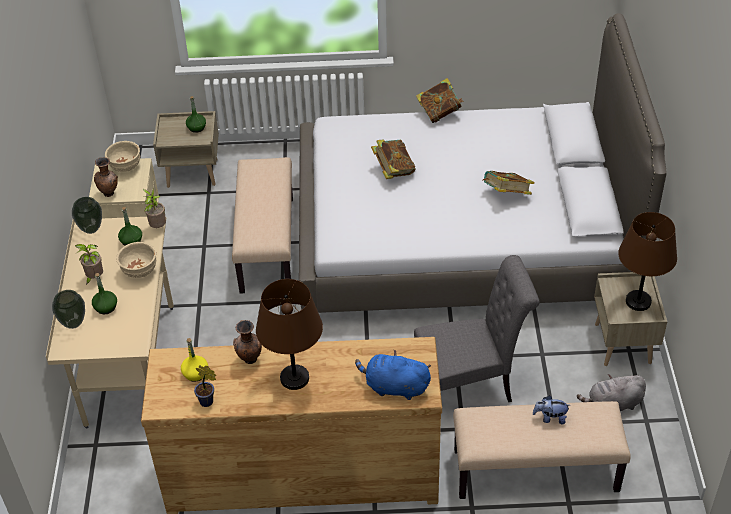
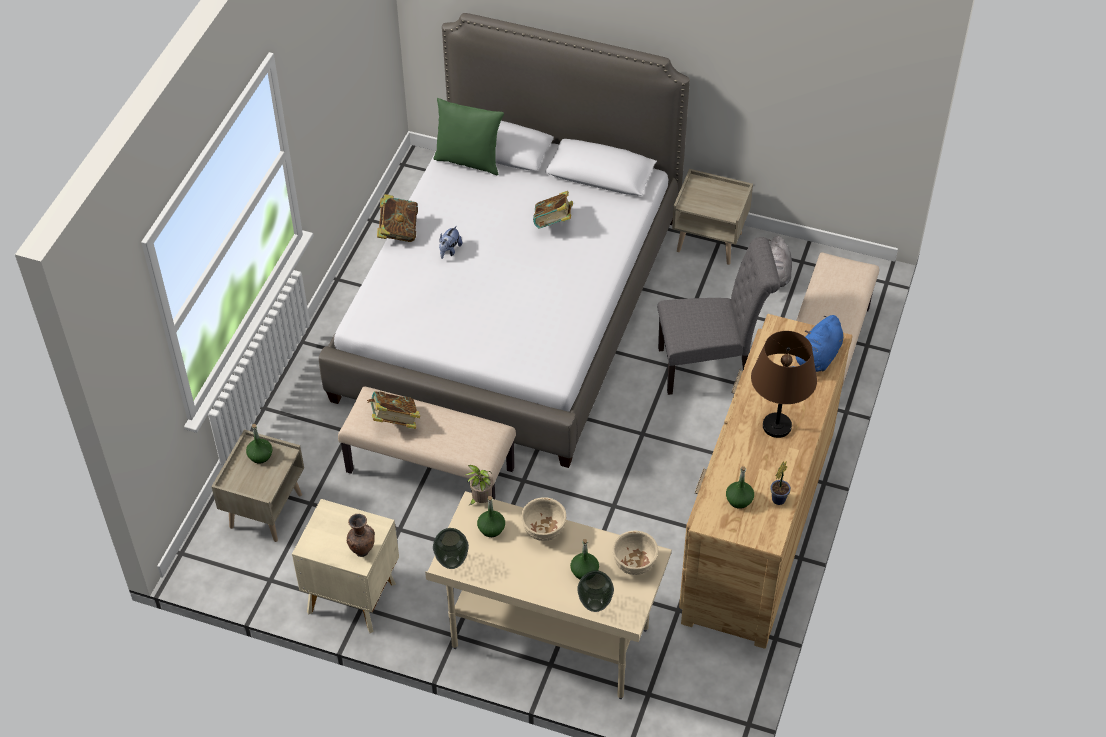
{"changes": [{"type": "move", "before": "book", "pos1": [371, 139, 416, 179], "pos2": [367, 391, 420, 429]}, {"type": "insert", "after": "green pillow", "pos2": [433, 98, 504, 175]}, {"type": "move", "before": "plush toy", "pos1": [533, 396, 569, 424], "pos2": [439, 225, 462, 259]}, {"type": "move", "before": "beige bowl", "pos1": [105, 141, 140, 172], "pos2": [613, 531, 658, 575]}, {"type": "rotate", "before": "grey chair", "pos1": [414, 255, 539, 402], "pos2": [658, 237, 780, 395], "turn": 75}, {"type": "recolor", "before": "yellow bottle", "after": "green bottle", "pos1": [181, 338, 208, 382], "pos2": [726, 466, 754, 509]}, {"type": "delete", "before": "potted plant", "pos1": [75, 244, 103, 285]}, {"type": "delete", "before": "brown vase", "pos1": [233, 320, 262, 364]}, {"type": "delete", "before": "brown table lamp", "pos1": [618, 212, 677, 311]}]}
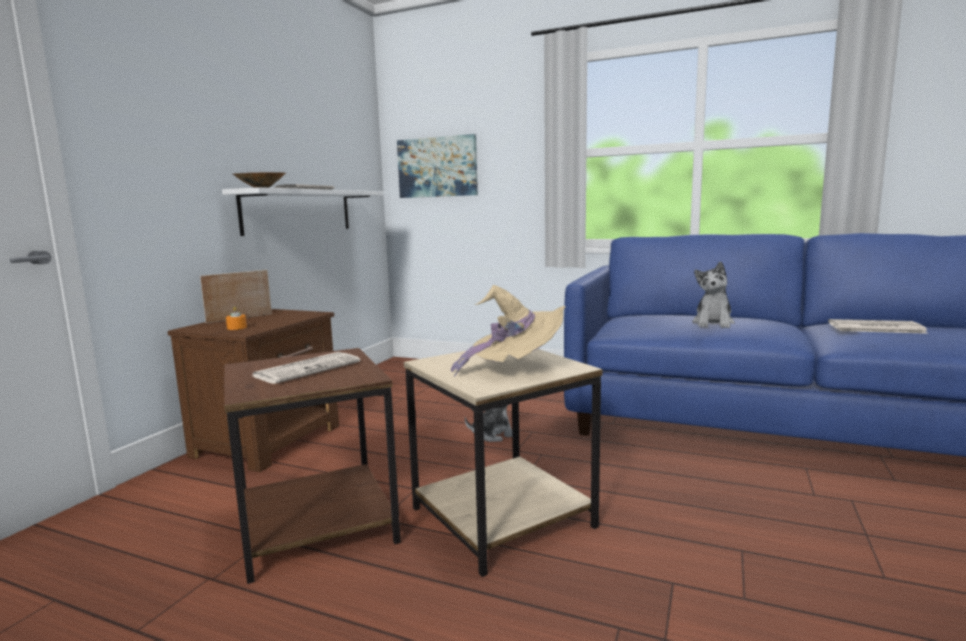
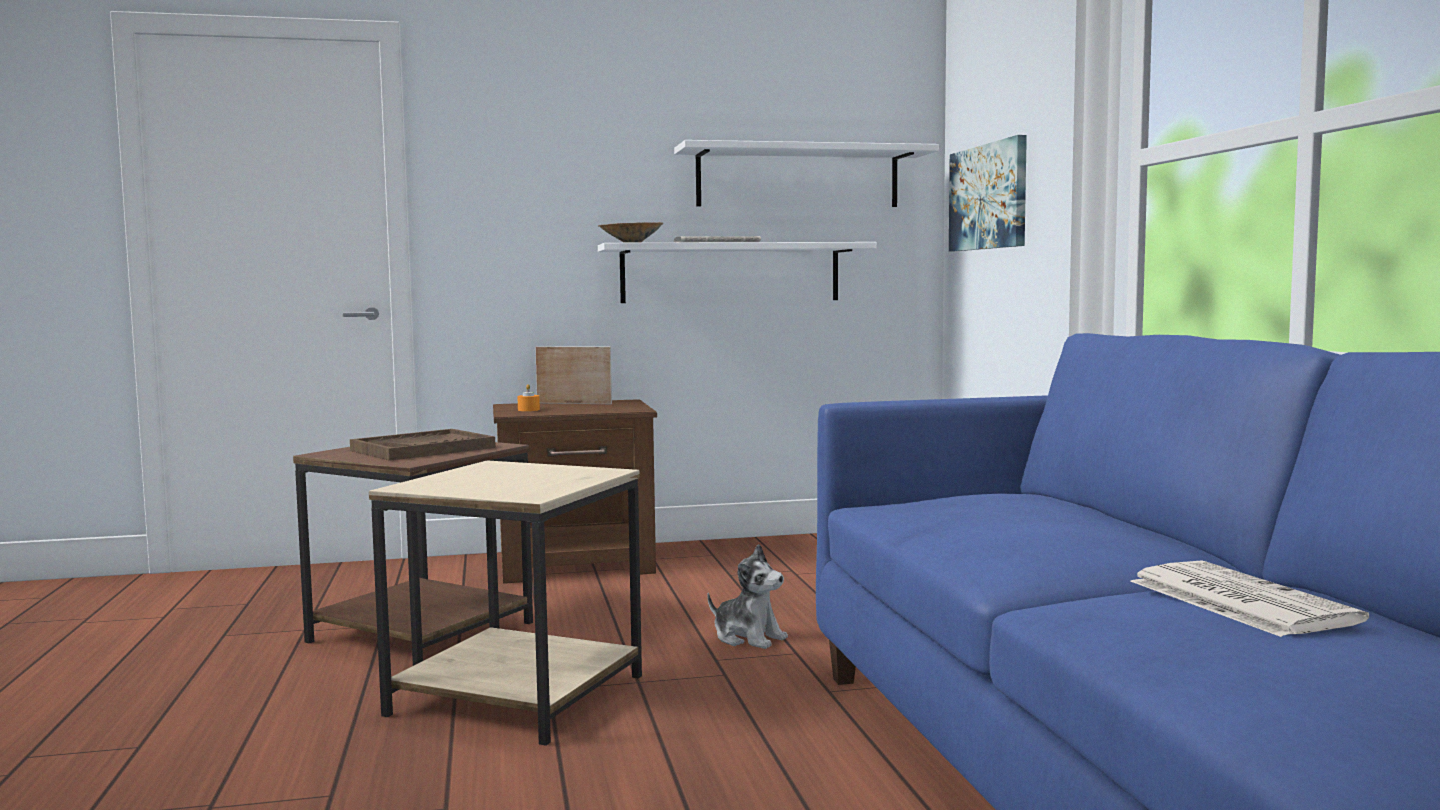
{"changes": [{"type": "replace", "before": "newspaper", "after": "brown tray", "pos1": [252, 352, 360, 384], "pos2": [350, 429, 496, 461]}, {"type": "insert", "after": "white shelf", "pos2": [674, 140, 939, 207]}, {"type": "delete", "before": "beige hat", "pos1": [451, 285, 566, 377]}, {"type": "delete", "before": "plush toy", "pos1": [692, 262, 735, 328]}]}
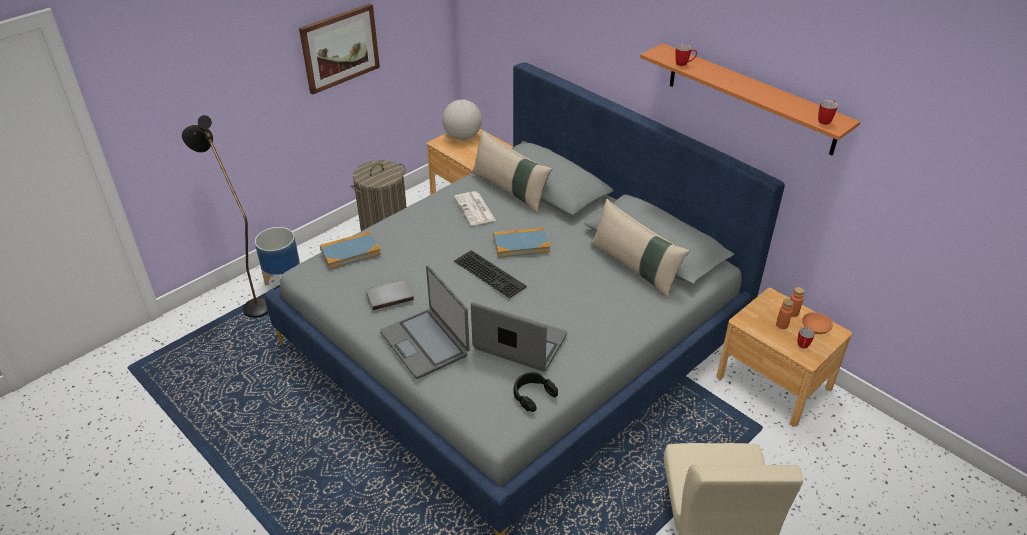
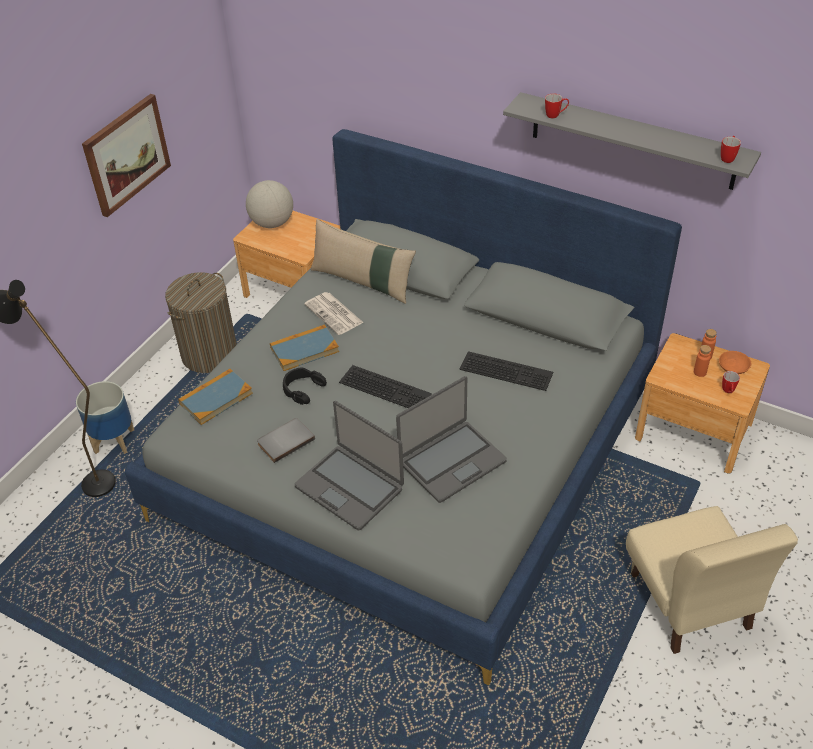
{"changes": [{"type": "move", "before": "book", "pos1": [493, 227, 550, 257], "pos2": [270, 324, 339, 371]}, {"type": "move", "before": "black headphones", "pos1": [513, 372, 558, 412], "pos2": [283, 367, 327, 405]}, {"type": "rotate", "before": "laptop", "pos1": [471, 302, 567, 372], "pos2": [396, 376, 507, 503], "turn": 135}, {"type": "insert", "after": "keyboard", "pos2": [459, 351, 553, 391]}, {"type": "recolor", "before": "orange shelf", "after": "grey shelf", "pos1": [640, 43, 860, 155], "pos2": [503, 92, 761, 190]}, {"type": "delete", "before": "beige pillow", "pos1": [591, 199, 690, 298]}]}
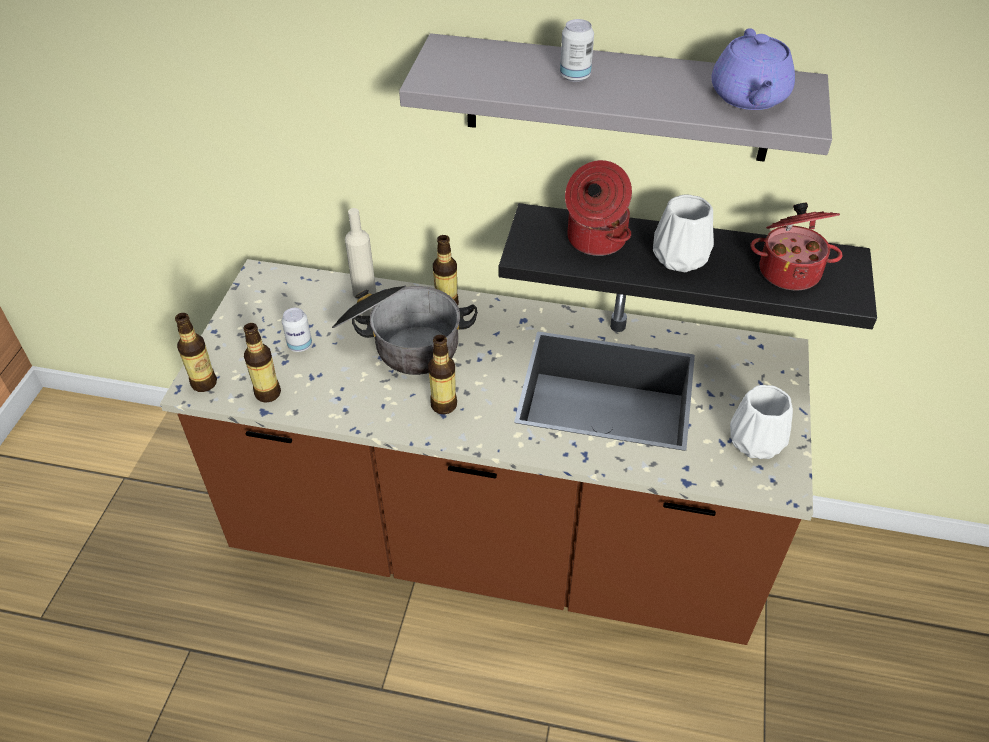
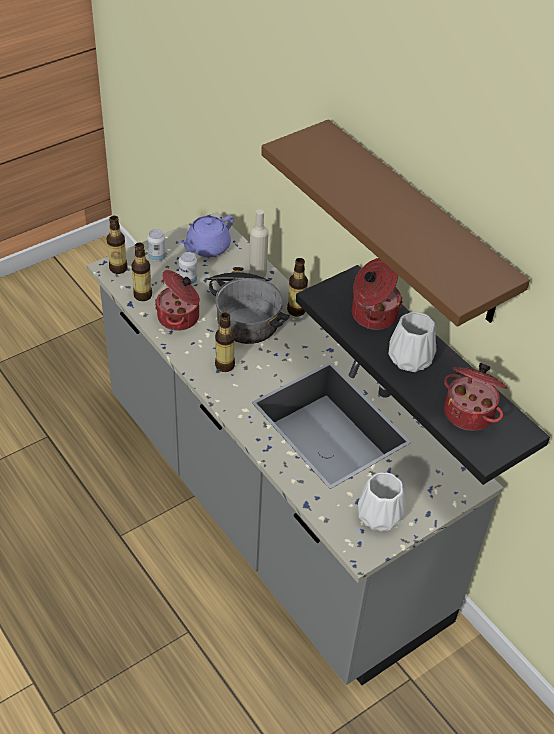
{"changes": [{"type": "recolor", "before": "brown counter", "after": "grey counter", "pos1": [160, 259, 813, 645], "pos2": [87, 212, 503, 685]}, {"type": "move", "before": "can", "pos1": [560, 19, 594, 82], "pos2": [147, 229, 166, 262]}, {"type": "insert", "after": "cooking pot", "pos2": [155, 270, 200, 331]}, {"type": "move", "before": "purple teapot", "pos1": [711, 28, 795, 110], "pos2": [179, 215, 234, 257]}, {"type": "recolor", "before": "grey shelf", "after": "brown shelf", "pos1": [399, 33, 832, 162], "pos2": [261, 119, 530, 327]}]}
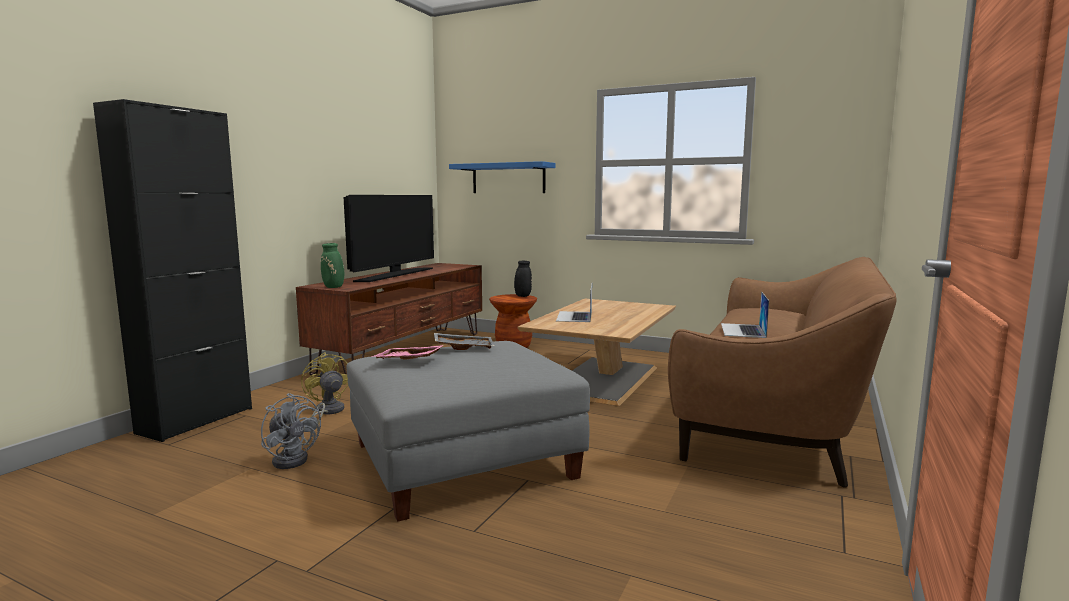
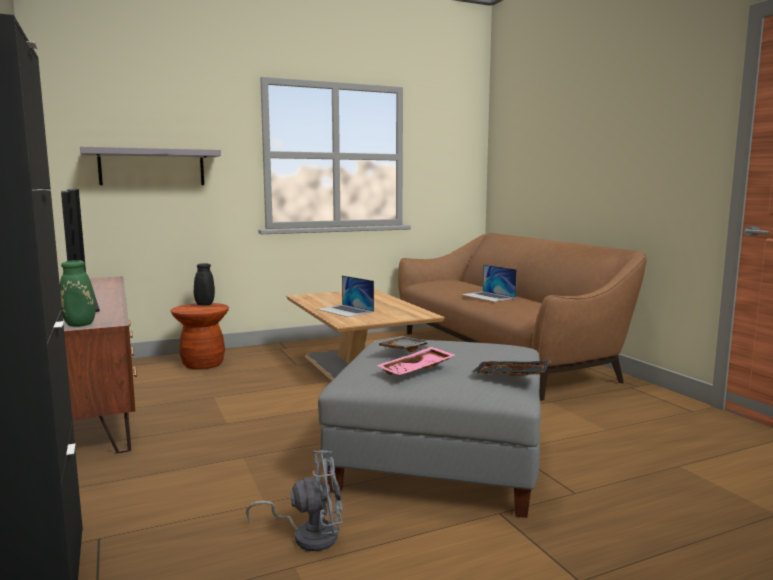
{"changes": [{"type": "recolor", "before": "blue shelf", "after": "grey shelf", "pos1": [449, 161, 555, 193], "pos2": [80, 147, 221, 185]}, {"type": "insert", "after": "black tray", "pos2": [473, 361, 551, 376]}, {"type": "delete", "before": "yellow fan", "pos1": [301, 352, 348, 428]}]}
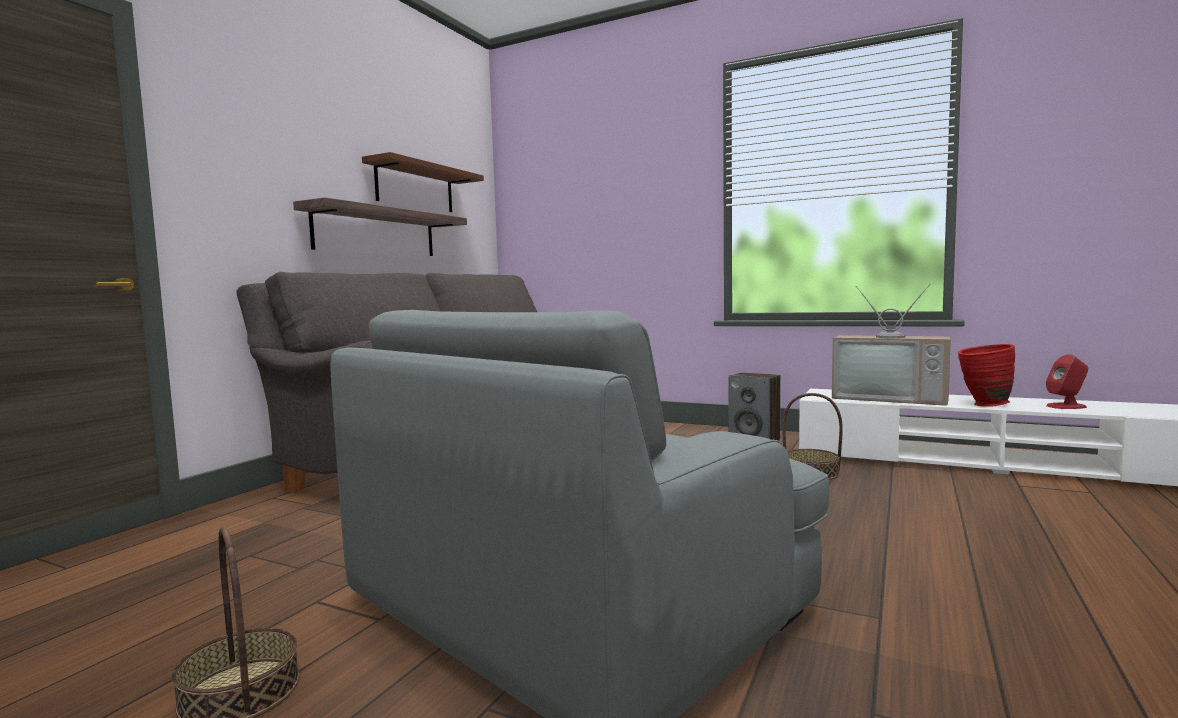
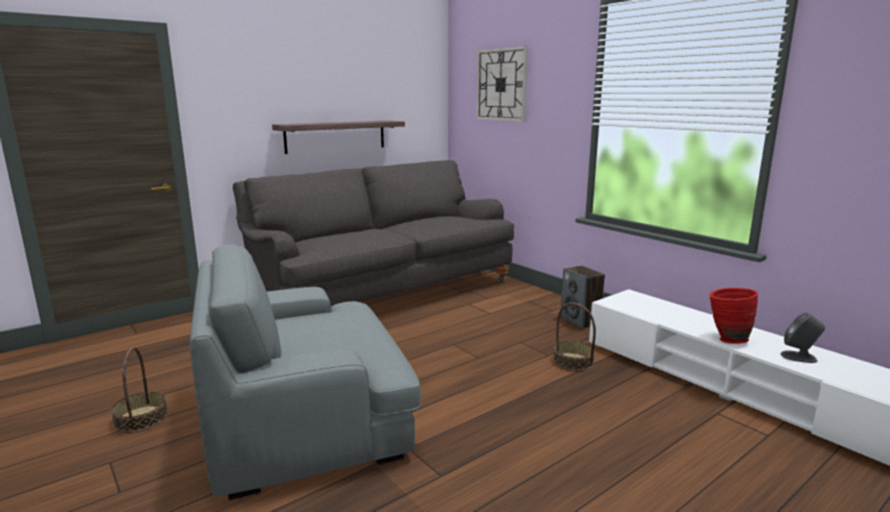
{"changes": [{"type": "insert", "after": "wall clock", "pos2": [476, 46, 528, 121]}, {"type": "recolor", "before": "red speaker", "after": "grey speaker", "pos1": [1046, 354, 1088, 409], "pos2": [781, 313, 825, 363]}, {"type": "delete", "before": "brown shelf", "pos1": [362, 152, 484, 212]}, {"type": "delete", "before": "television", "pos1": [832, 284, 951, 406]}]}
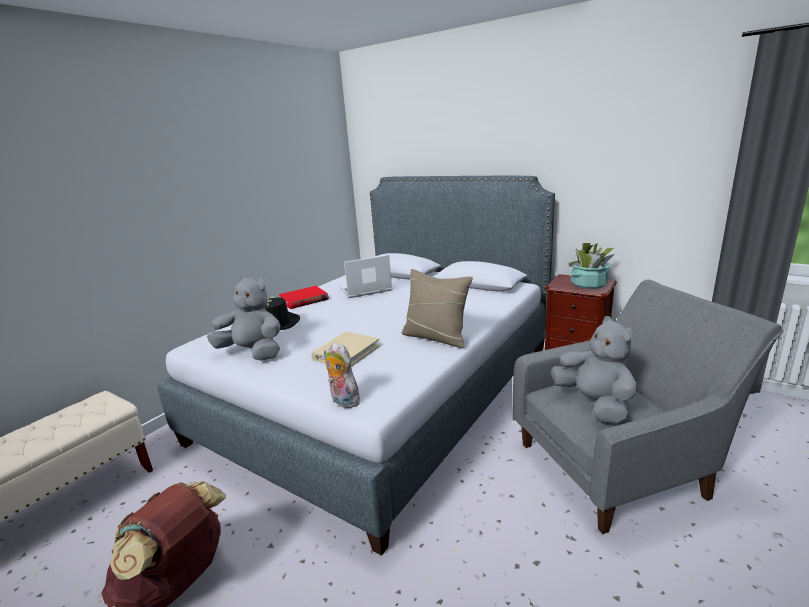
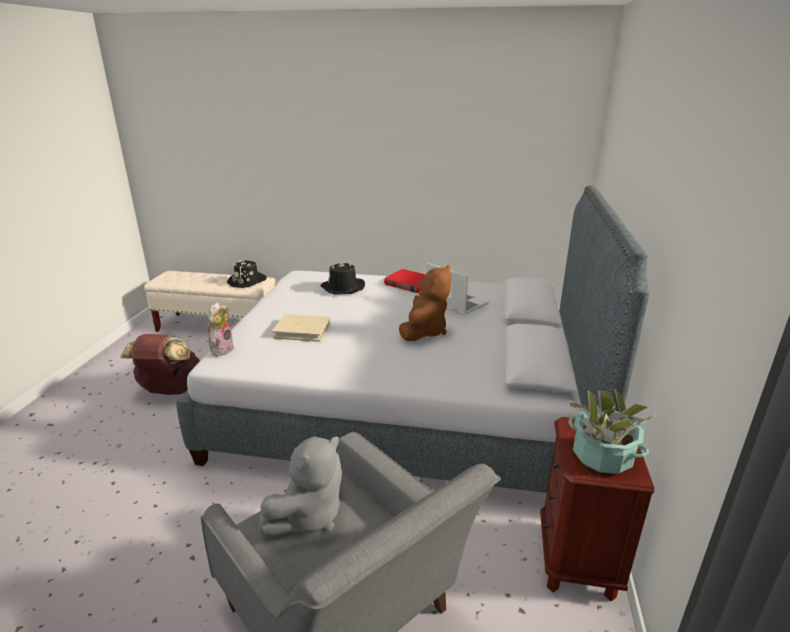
{"changes": [{"type": "insert", "after": "black hat", "pos2": [227, 260, 267, 288]}, {"type": "insert", "after": "brown plush toy", "pos2": [399, 265, 452, 341]}, {"type": "delete", "before": "grey plush toy", "pos1": [207, 275, 280, 361]}, {"type": "delete", "before": "beige pillow", "pos1": [402, 269, 473, 348]}]}
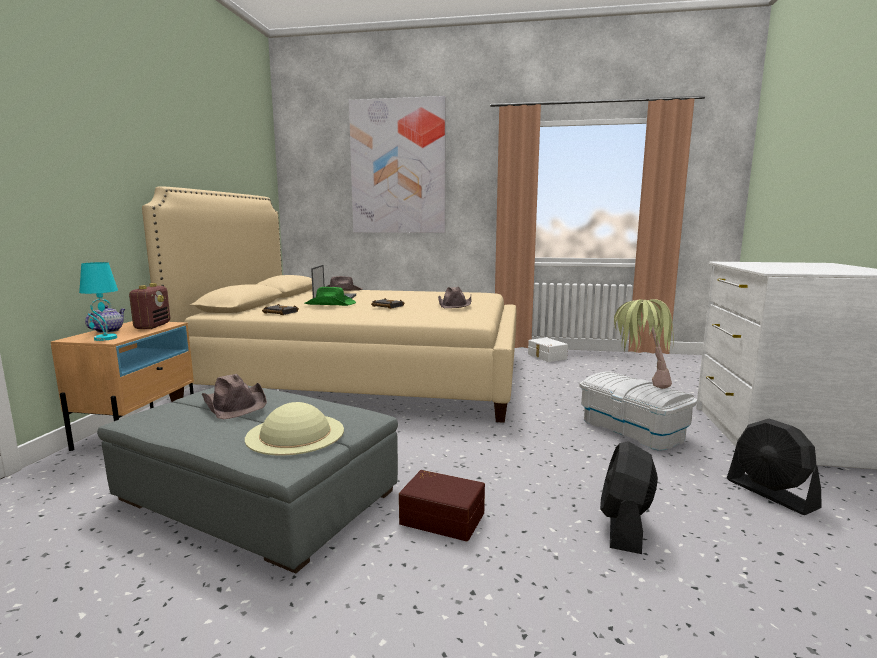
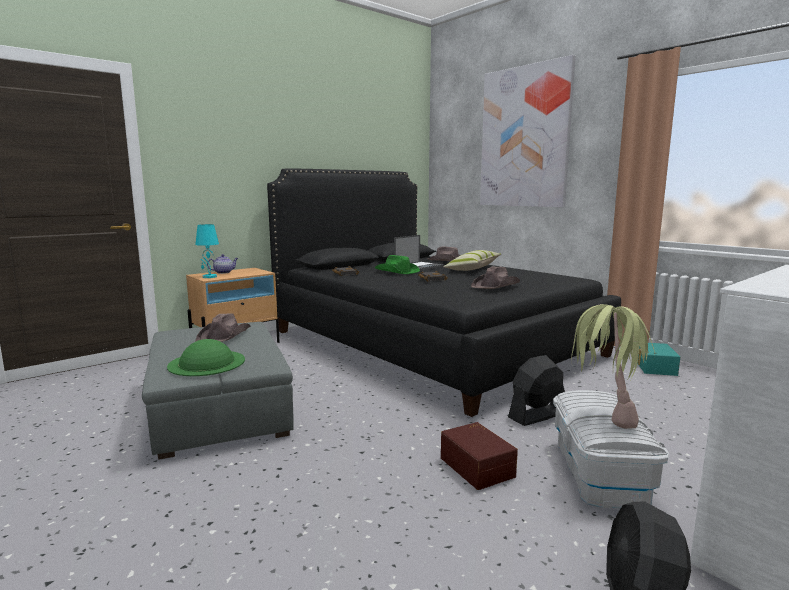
{"changes": [{"type": "recolor", "before": "beige hat", "after": "green hat", "pos1": [245, 402, 344, 456], "pos2": [167, 339, 245, 376]}, {"type": "recolor", "before": "beige bed", "after": "black bed", "pos1": [142, 186, 516, 423], "pos2": [267, 169, 621, 417]}, {"type": "move", "before": "brown storage box", "pos1": [399, 470, 485, 541], "pos2": [441, 422, 518, 490]}, {"type": "insert", "after": "pillow", "pos2": [443, 250, 501, 271]}, {"type": "move", "before": "black fan", "pos1": [600, 441, 658, 554], "pos2": [508, 355, 565, 426]}, {"type": "recolor", "before": "white storage box", "after": "turquoise storage box", "pos1": [528, 337, 568, 362], "pos2": [637, 343, 680, 376]}, {"type": "delete", "before": "radio", "pos1": [129, 283, 170, 329]}]}
